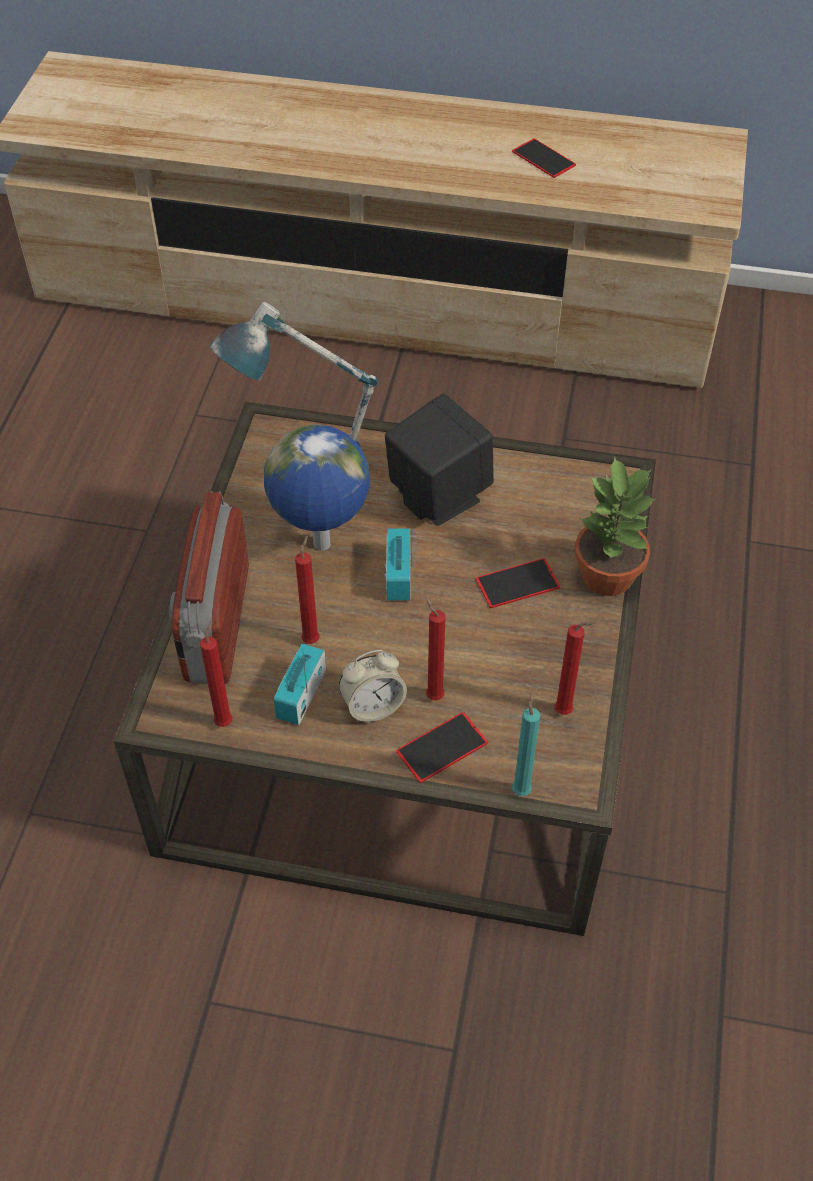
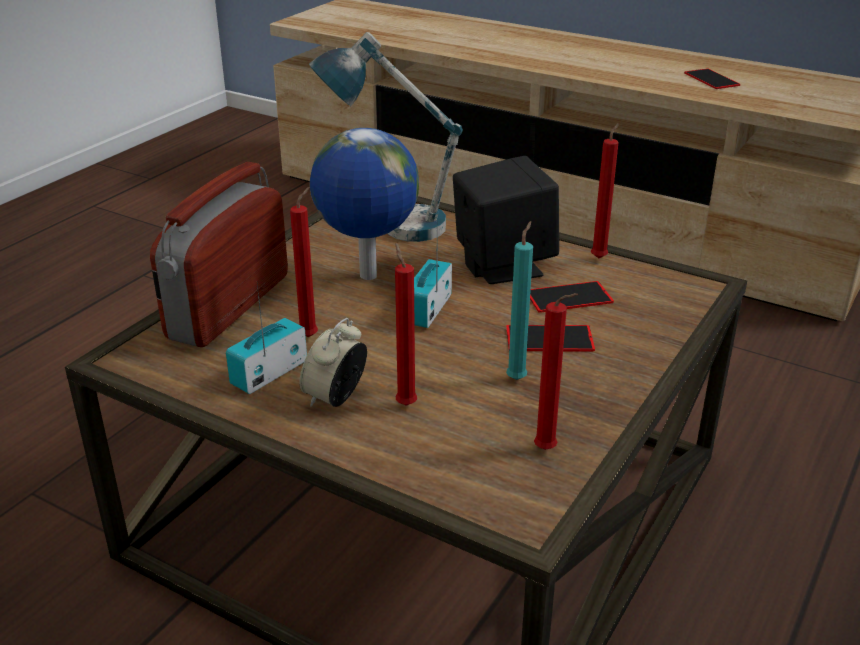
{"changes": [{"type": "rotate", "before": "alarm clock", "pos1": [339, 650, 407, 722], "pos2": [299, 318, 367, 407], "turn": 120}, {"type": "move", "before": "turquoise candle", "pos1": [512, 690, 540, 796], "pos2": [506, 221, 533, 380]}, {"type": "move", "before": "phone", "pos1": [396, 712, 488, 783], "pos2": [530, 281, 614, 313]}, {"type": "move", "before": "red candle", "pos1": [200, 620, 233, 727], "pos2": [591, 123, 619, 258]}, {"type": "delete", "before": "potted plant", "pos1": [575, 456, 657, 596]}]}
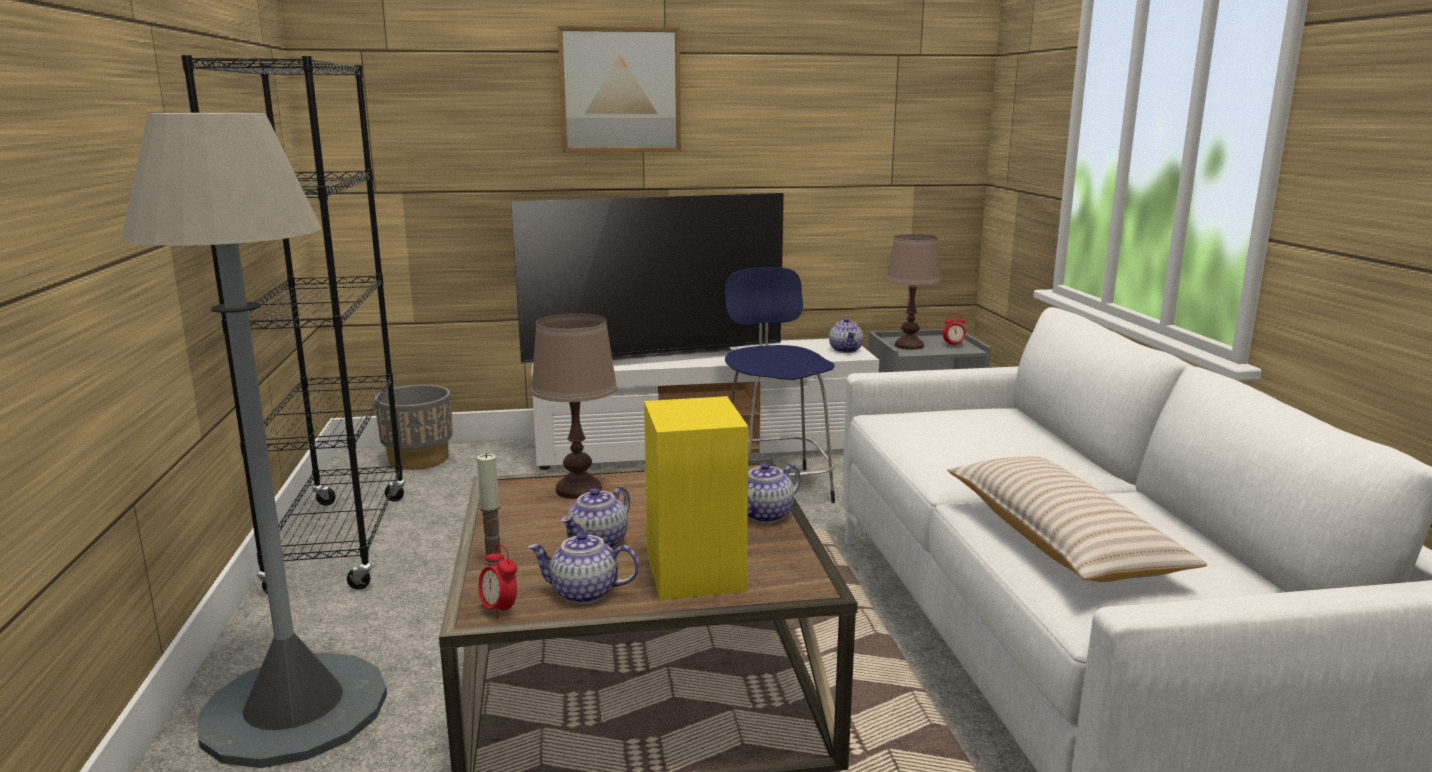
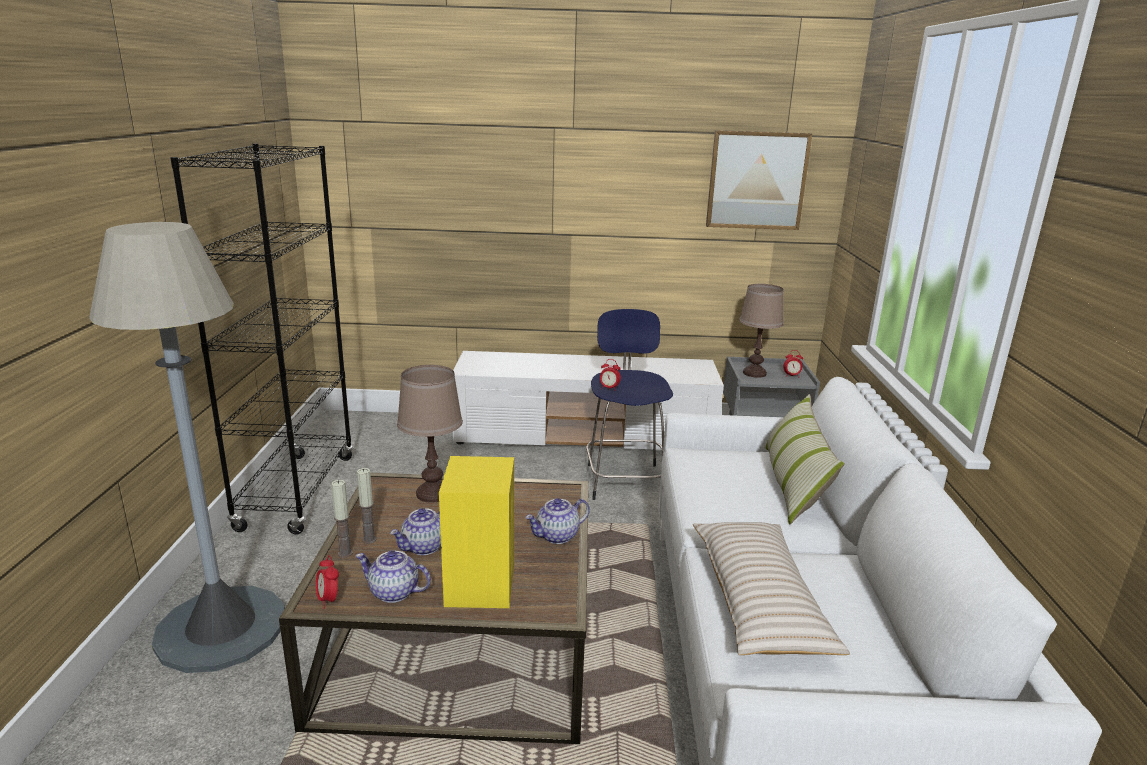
{"changes": [{"type": "insert", "after": "candle", "pos2": [357, 468, 376, 544]}, {"type": "insert", "after": "alarm clock", "pos2": [600, 359, 621, 391]}, {"type": "move", "before": "picture", "pos1": [557, 26, 681, 152], "pos2": [706, 130, 812, 230]}, {"type": "insert", "after": "pillow", "pos2": [764, 394, 845, 525]}, {"type": "delete", "before": "grey planter", "pos1": [374, 385, 453, 470]}, {"type": "delete", "before": "television", "pos1": [511, 193, 784, 366]}, {"type": "delete", "before": "teapot", "pos1": [829, 318, 863, 353]}]}
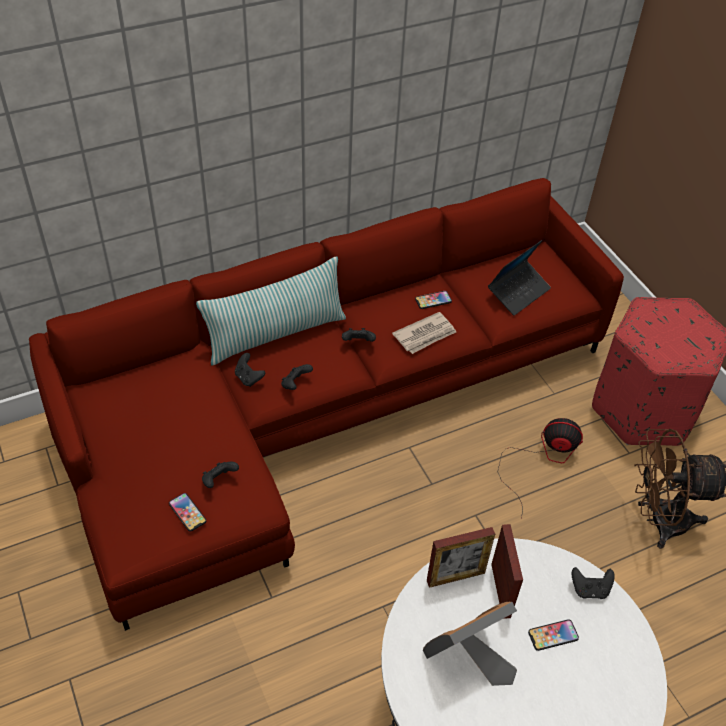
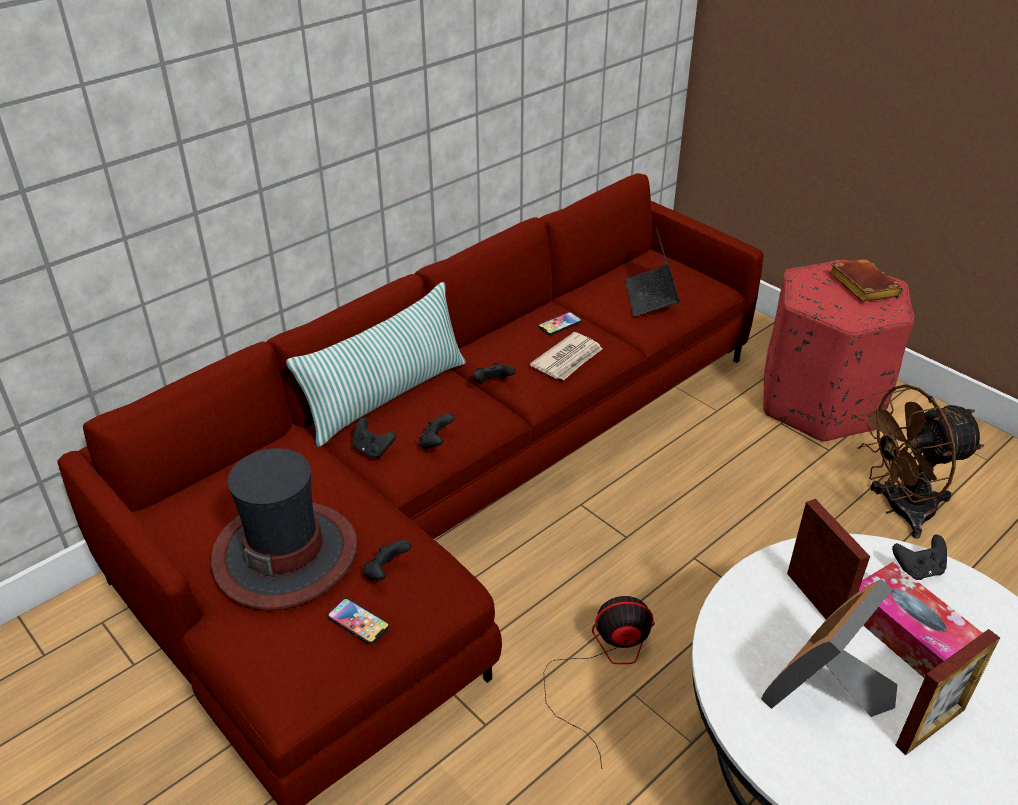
{"changes": [{"type": "insert", "after": "hat", "pos2": [211, 448, 358, 611]}, {"type": "move", "before": "fan", "pos1": [498, 418, 583, 518], "pos2": [543, 596, 655, 769]}, {"type": "rotate", "before": "laptop", "pos1": [488, 240, 551, 316], "pos2": [625, 228, 680, 317], "turn": 150}, {"type": "insert", "after": "brown book", "pos2": [829, 259, 903, 302]}, {"type": "replace", "before": "phone", "after": "tissue box", "pos1": [528, 619, 579, 651], "pos2": [858, 562, 982, 678]}, {"type": "move", "before": "picture frame", "pos1": [427, 527, 495, 588], "pos2": [895, 629, 1000, 755]}]}
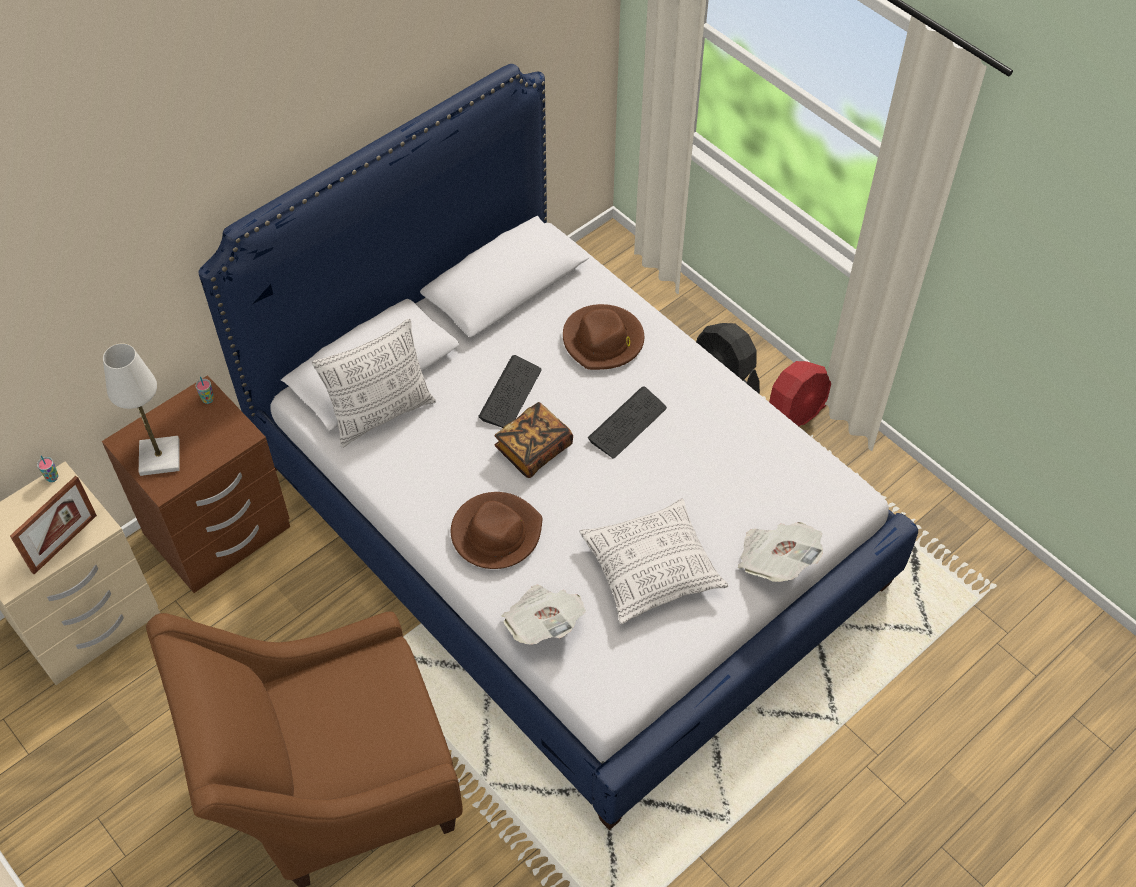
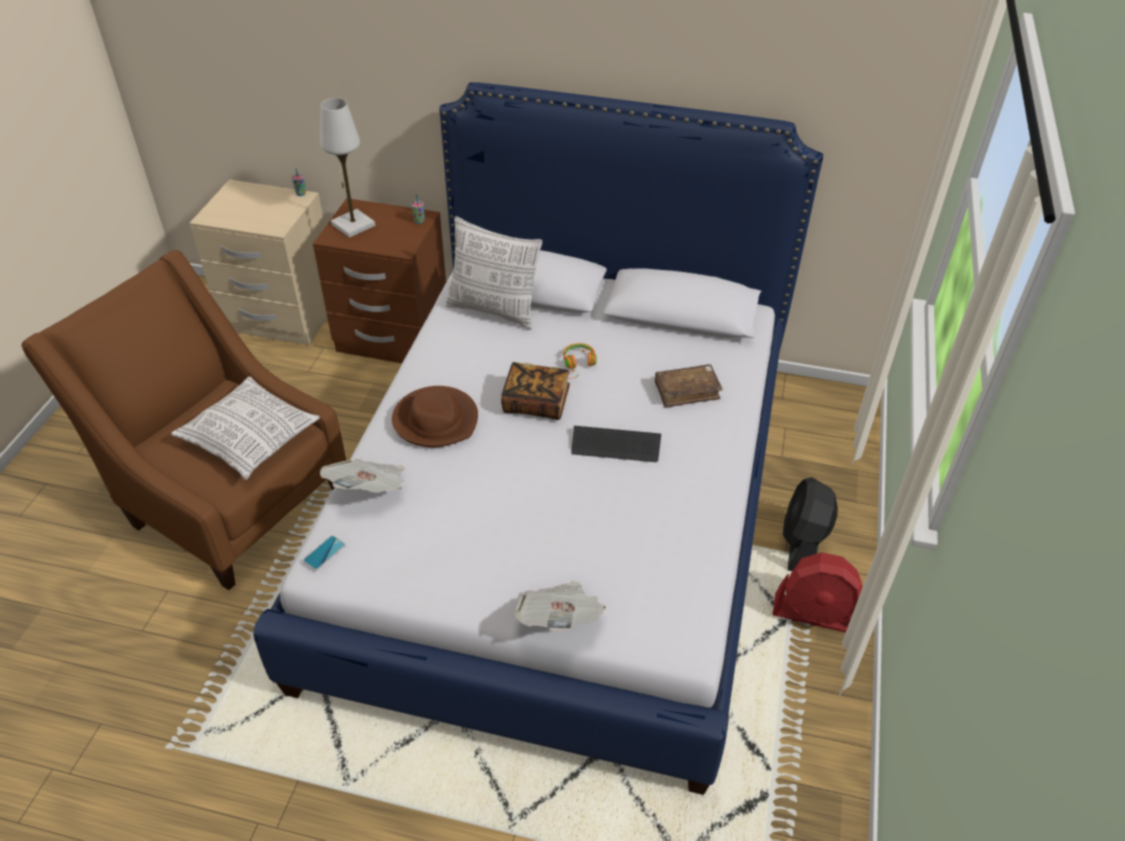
{"changes": [{"type": "move", "before": "pillow", "pos1": [579, 498, 728, 624], "pos2": [171, 376, 320, 480]}, {"type": "insert", "after": "phone", "pos2": [303, 535, 346, 571]}, {"type": "replace", "before": "keyboard", "after": "orange headphones", "pos1": [478, 355, 542, 428], "pos2": [563, 343, 597, 379]}, {"type": "replace", "before": "brown hat", "after": "brown book", "pos1": [563, 304, 644, 370], "pos2": [655, 364, 723, 408]}, {"type": "delete", "before": "picture frame", "pos1": [10, 476, 97, 574]}]}
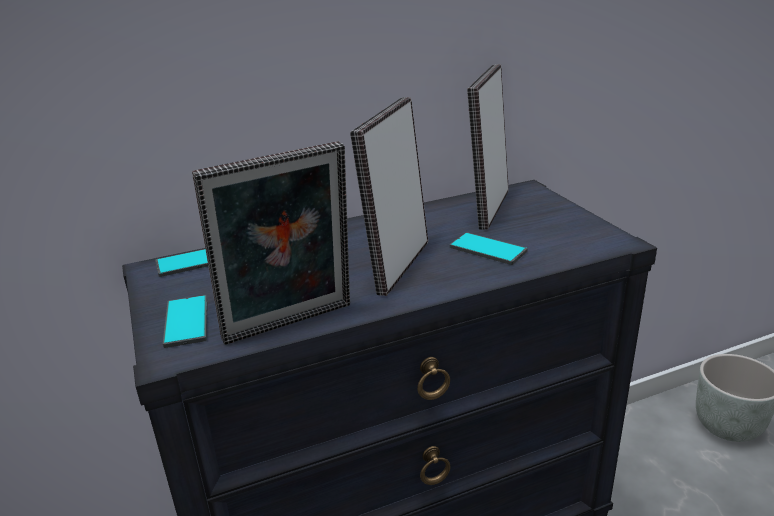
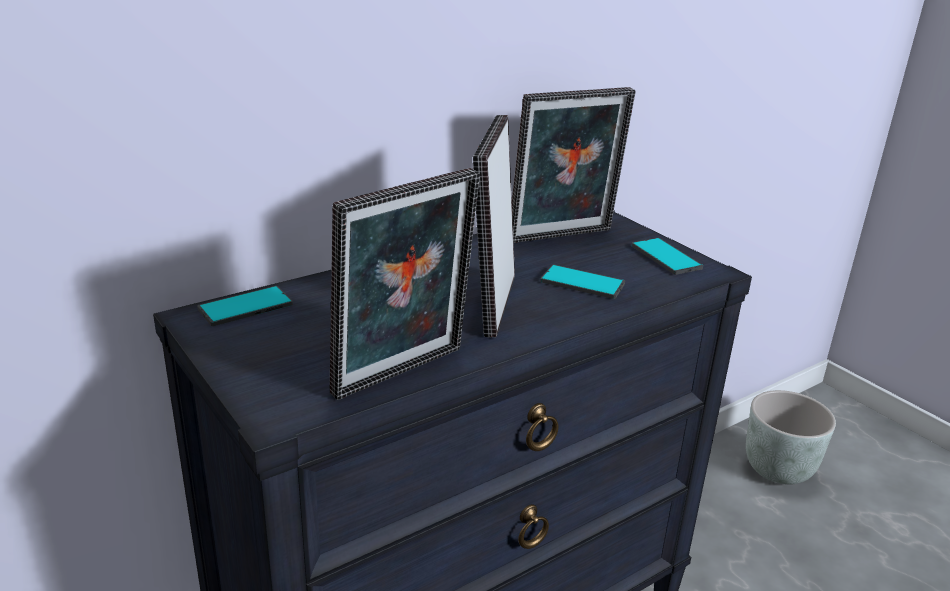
{"changes": [{"type": "rotate", "before": "picture frame", "pos1": [467, 64, 509, 230], "pos2": [512, 87, 636, 243], "turn": -120}, {"type": "move", "before": "phone", "pos1": [163, 295, 207, 348], "pos2": [632, 238, 703, 275]}]}
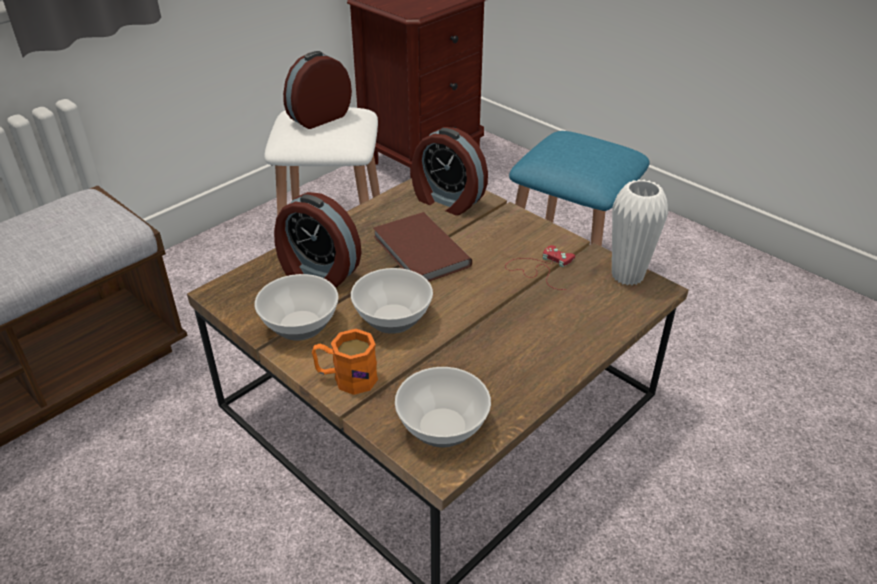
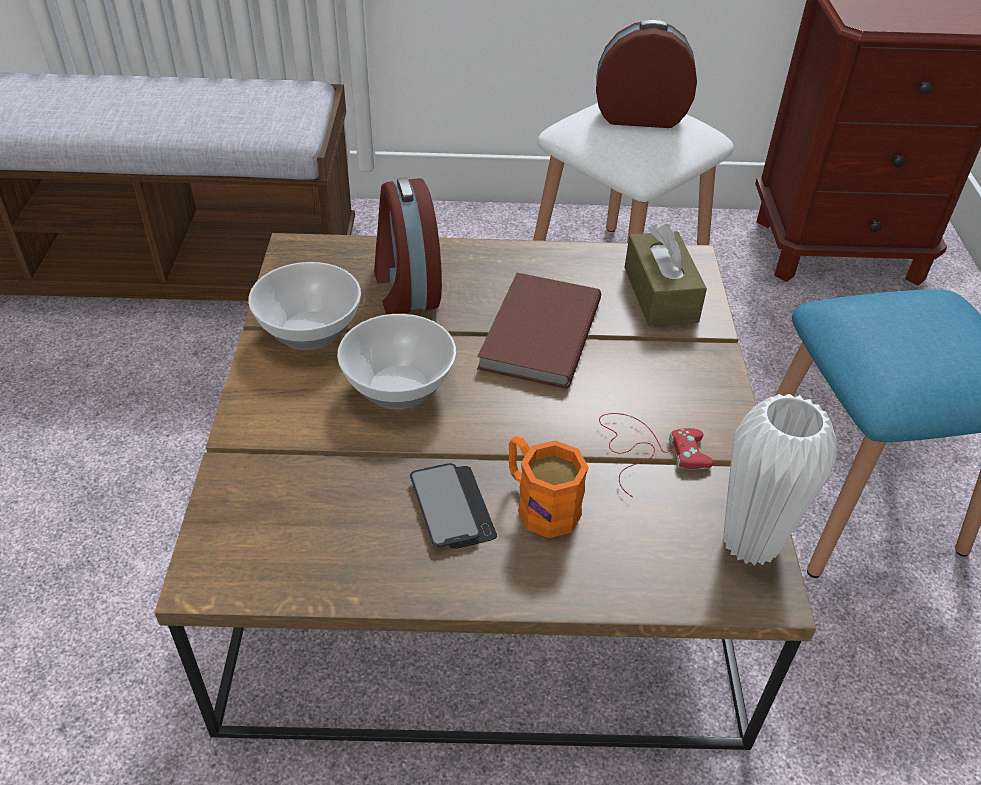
{"changes": [{"type": "insert", "after": "phone", "pos2": [410, 463, 497, 549]}, {"type": "move", "before": "orange mug", "pos1": [312, 329, 378, 395], "pos2": [509, 436, 589, 538]}, {"type": "replace", "before": "alarm clock", "after": "brown tissue box", "pos1": [411, 127, 488, 215], "pos2": [624, 224, 707, 326]}, {"type": "delete", "before": "bowl", "pos1": [395, 367, 491, 448]}]}
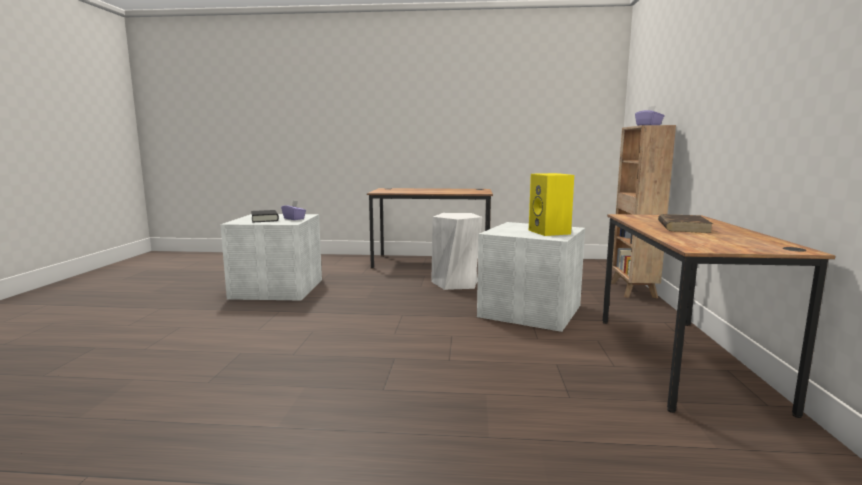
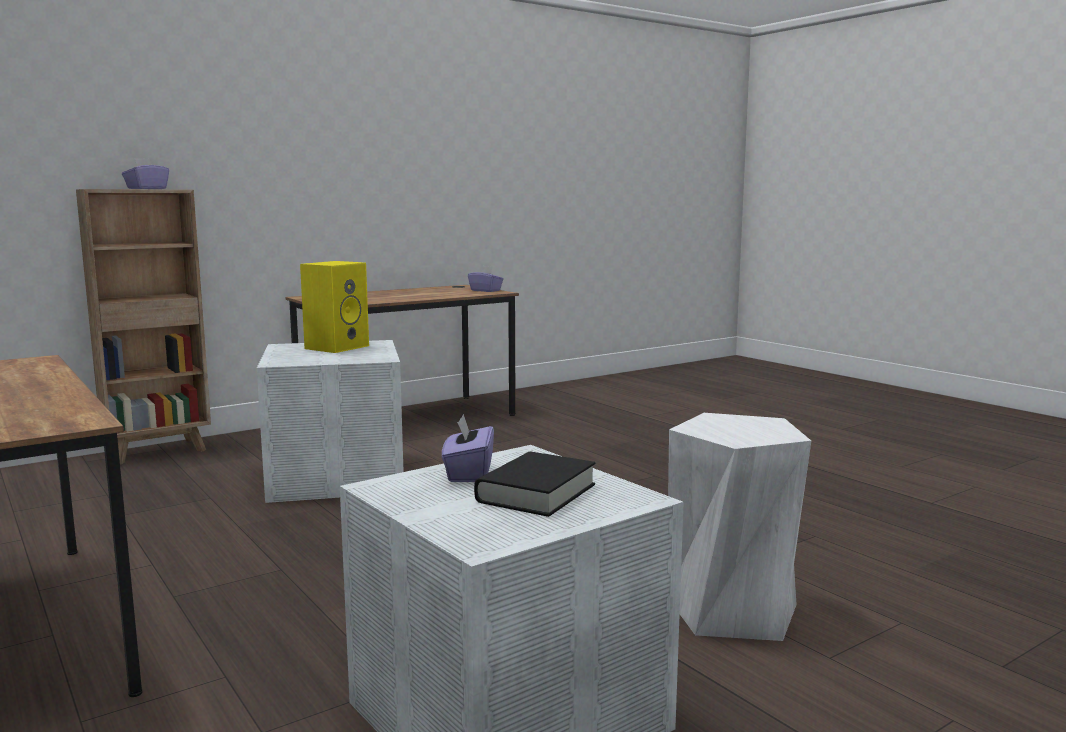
{"changes": [{"type": "insert", "after": "purple tissue box", "pos2": [468, 266, 504, 292]}, {"type": "move", "before": "white stool", "pos1": [431, 213, 482, 290], "pos2": [668, 413, 811, 641]}, {"type": "delete", "before": "brown book", "pos1": [658, 214, 713, 233]}]}
